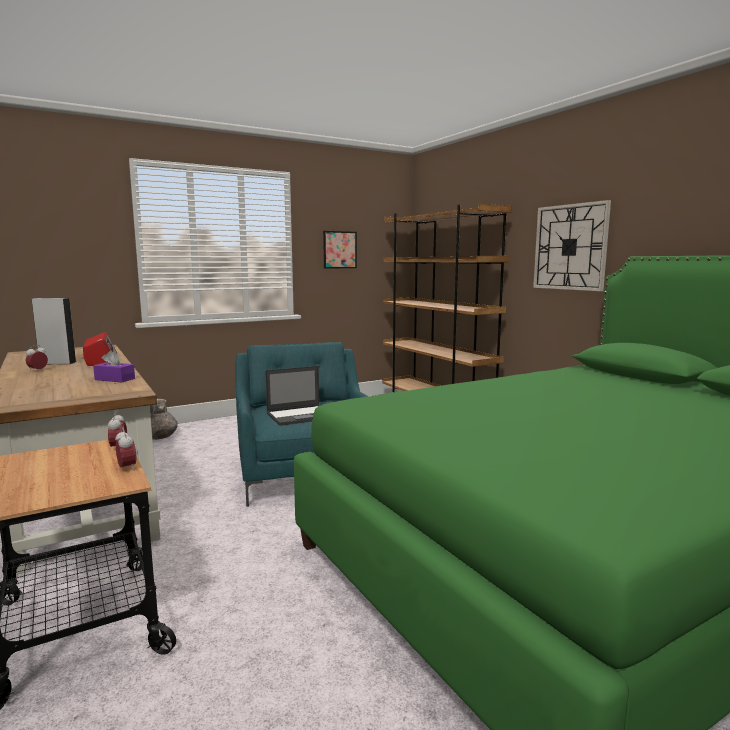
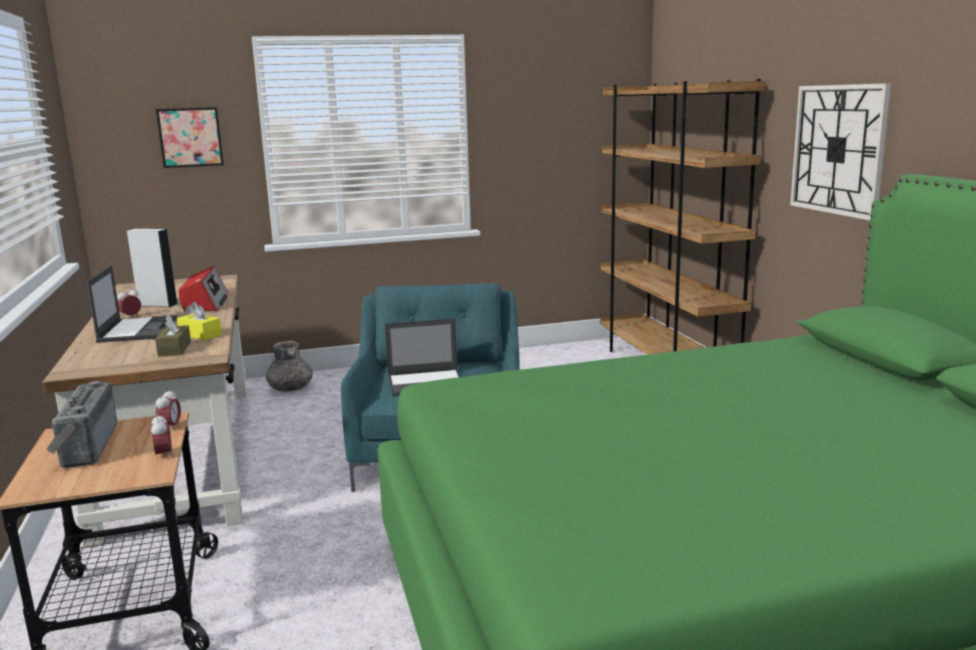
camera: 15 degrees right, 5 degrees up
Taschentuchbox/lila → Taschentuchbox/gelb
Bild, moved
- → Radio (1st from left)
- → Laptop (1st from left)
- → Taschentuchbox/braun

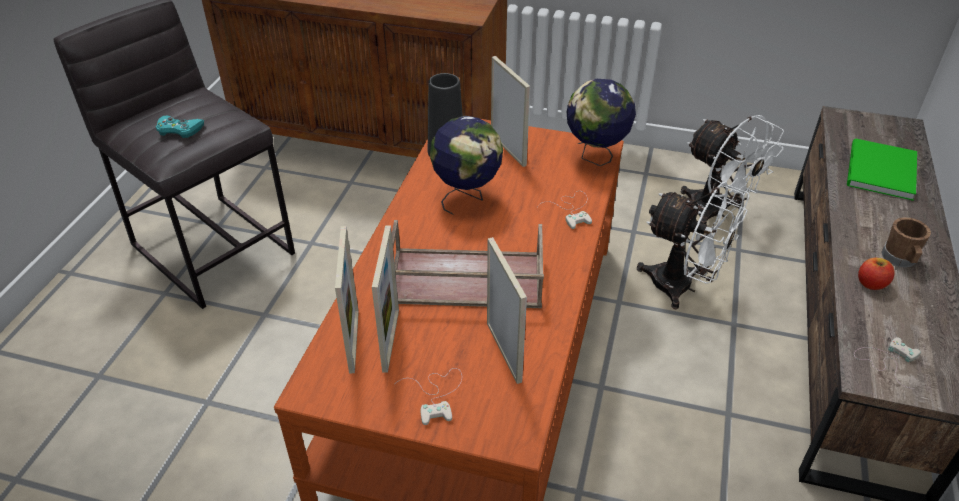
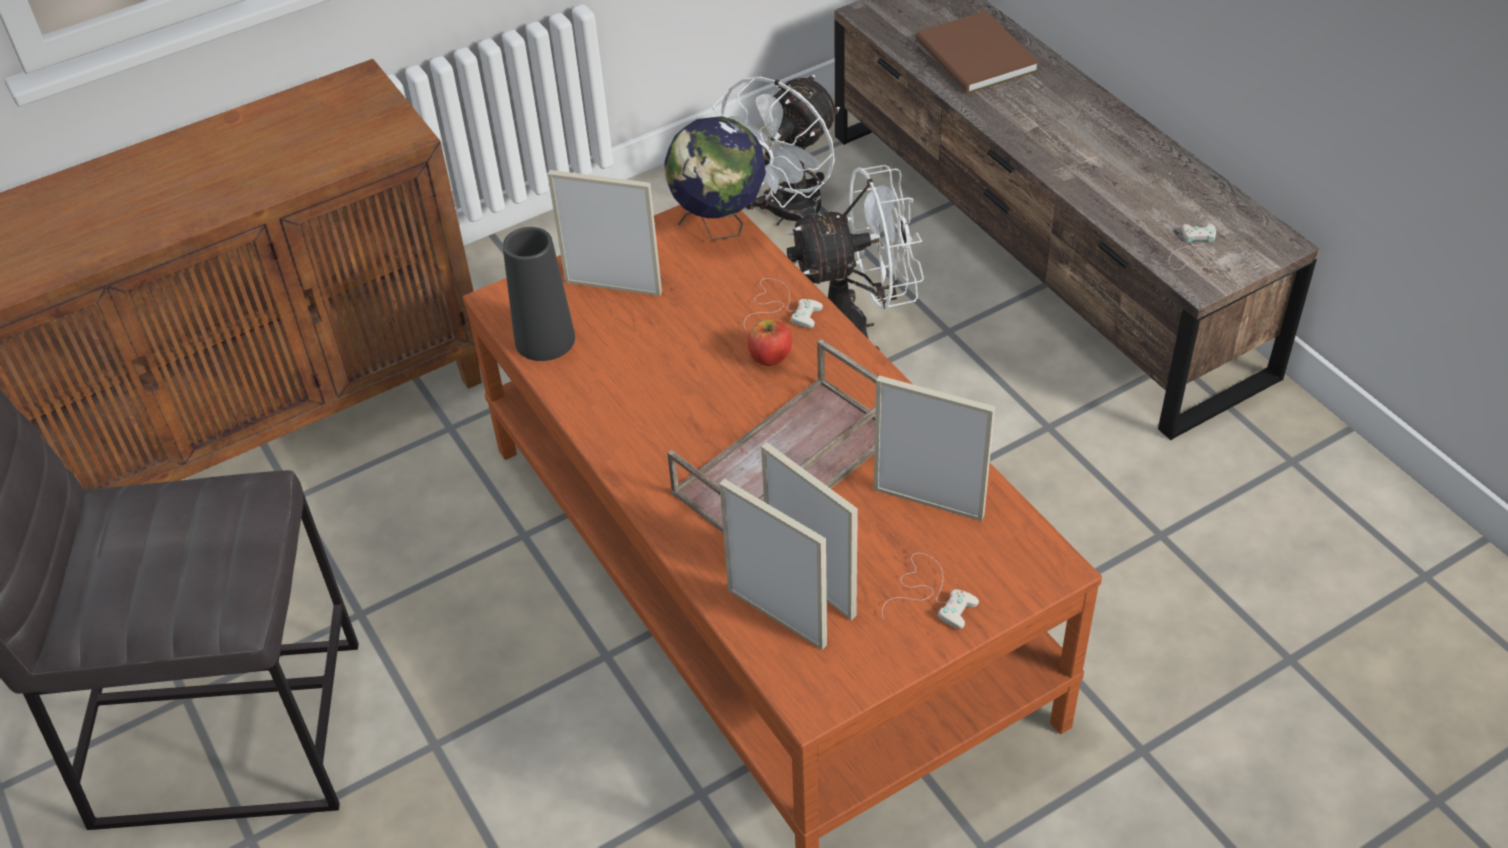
camera: 45 degrees left, 5 degrees up
Gamepad/türkis → -
Globus (1st from left) → -
Ventilator/weiß (2nd from left in the first image) → Ventilator/weiß (1st from left), 120 degrees clockwise
Buch/grün → Buch/braun
Apfel, moved
Henkelbecher/braun → -

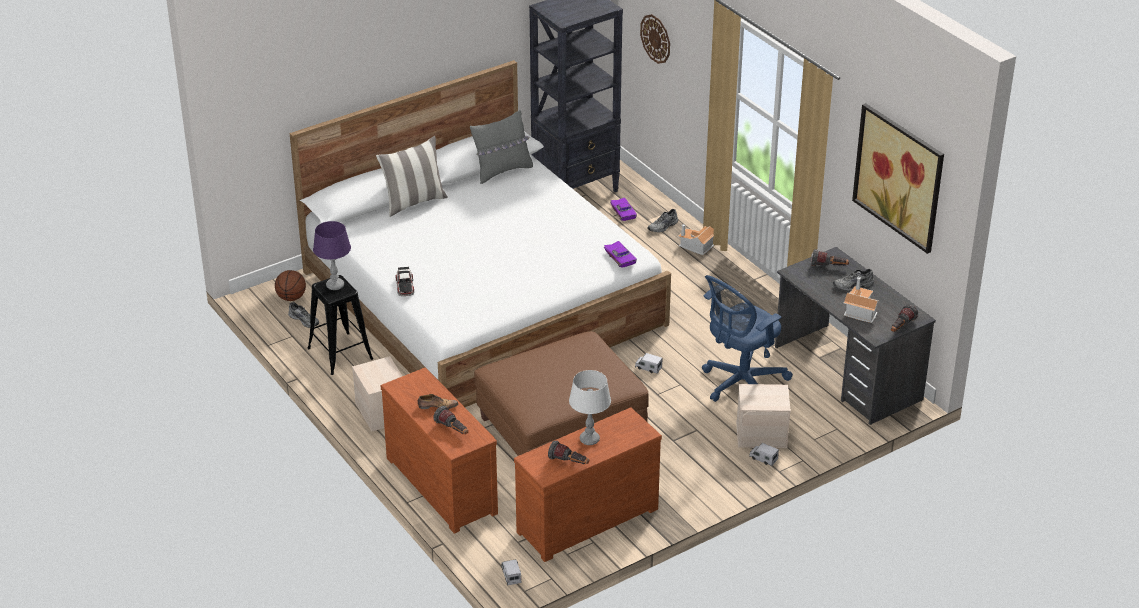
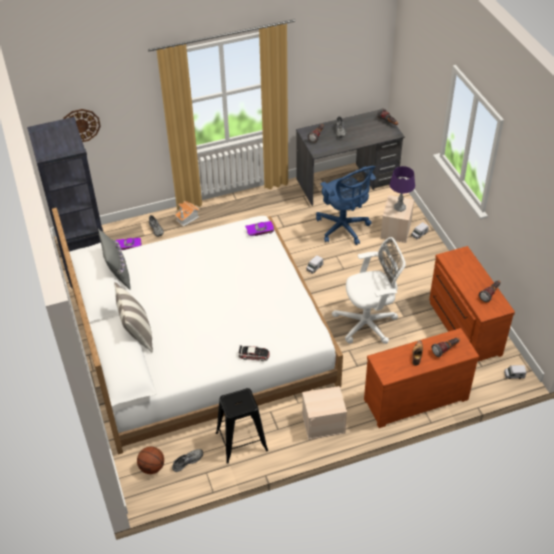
camera: 75 degrees left, 10 degrees up
Tischlampe/lila, moved
Polsterhocker/braun → Bürostuhl/weiß
Tischlampe/grau → -
Spielzeughaus (2nd from left) → -
Bild → -

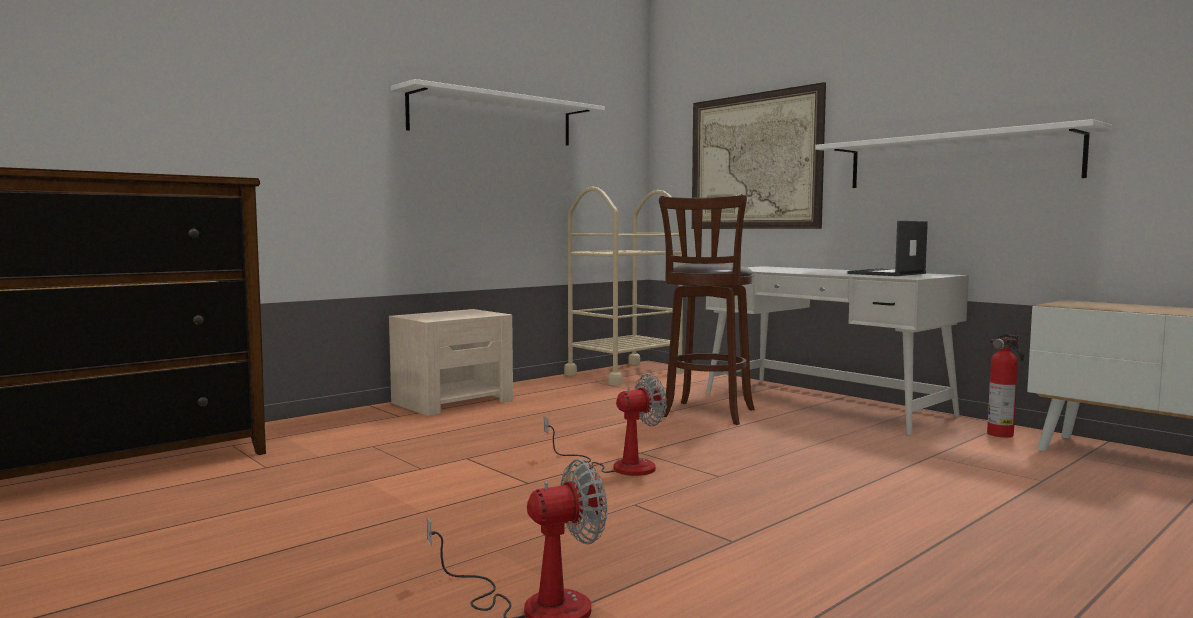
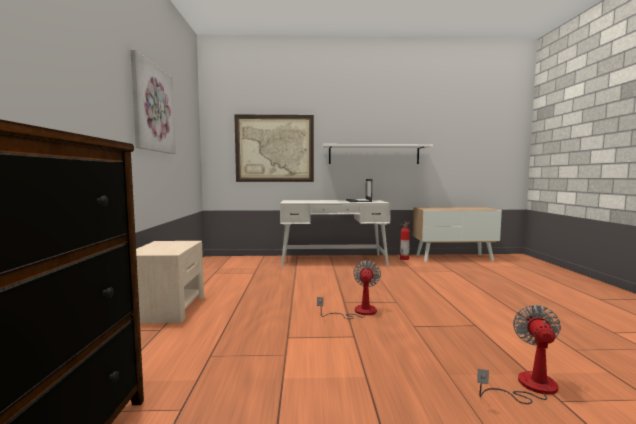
camera: 50 degrees left, 0 degrees up
Wandregal/weiß (1st from left) → Bild (1st from left)
Rollwagen/beige → -
Hocker/braun → -

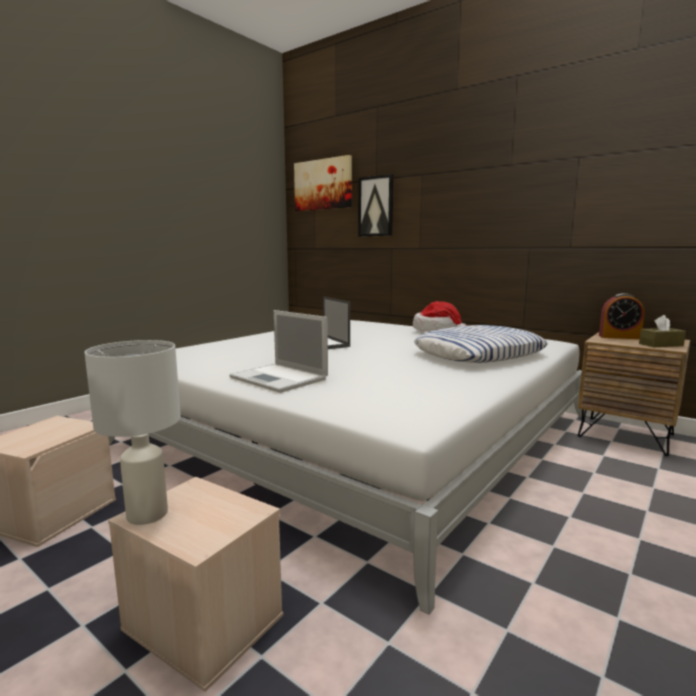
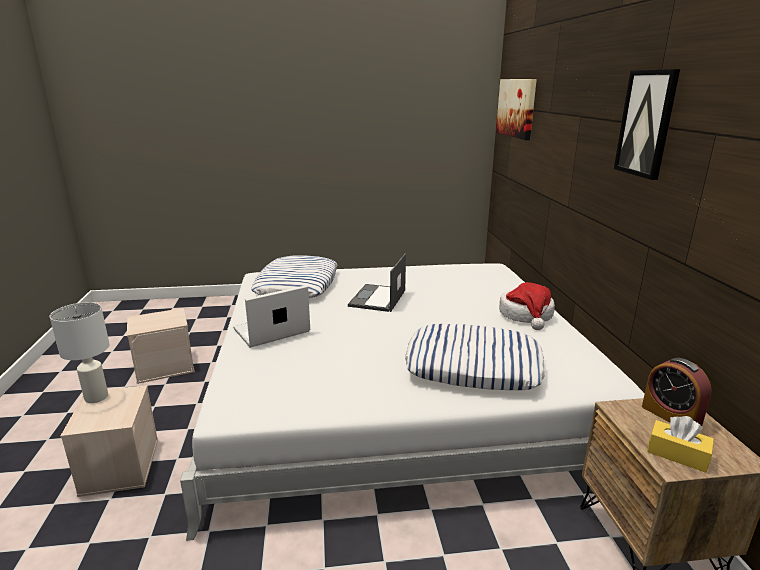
camera: 45 degrees right, 10 degrees up
Laptop (1st from left), 60 degrees clockwise
Bild (2nd from left), moved
Taschentuchbox/braun → Taschentuchbox/gelb
- → Kissen (1st from left)

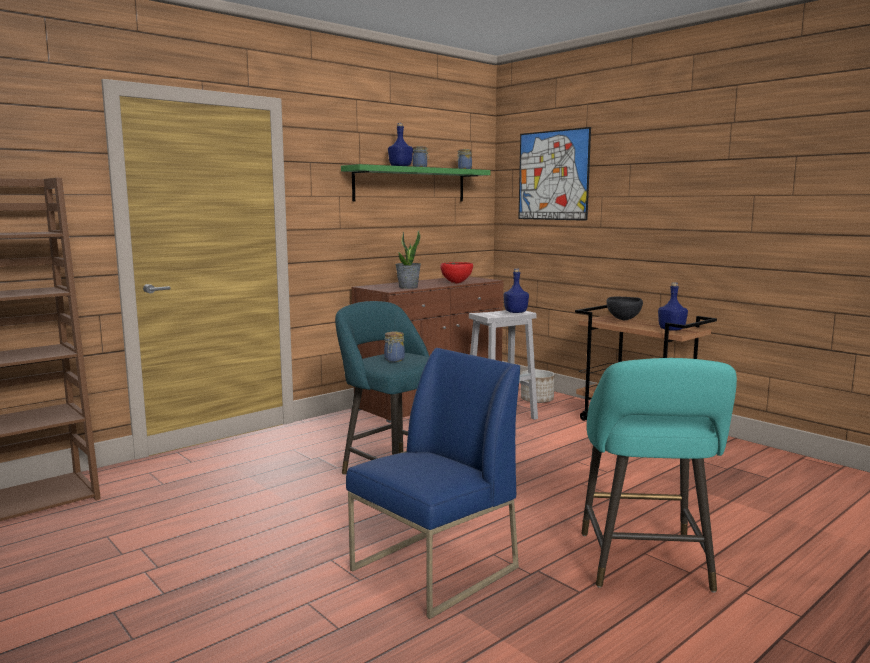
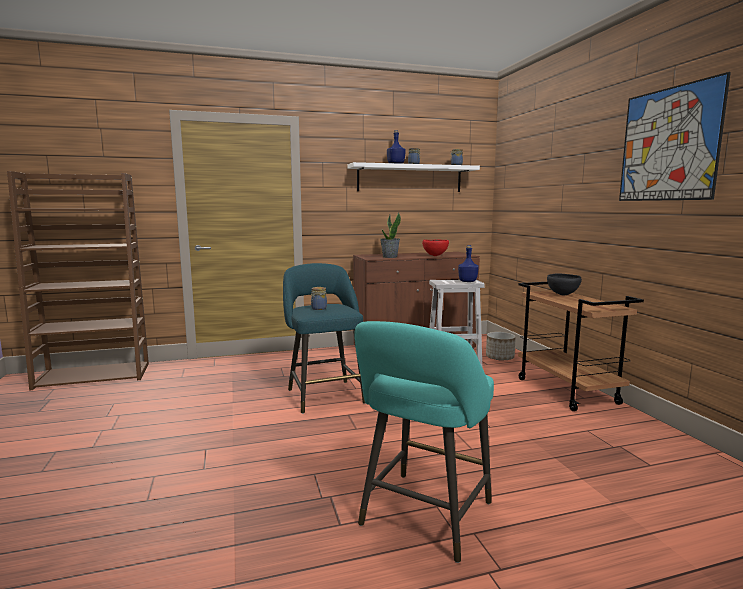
camera: 25 degrees right, 0 degrees up
Wandregal/grün → Wandregal/weiß
Stuhl/blau → -
Bild, moved
Flasche/blau (3rd from left) → -

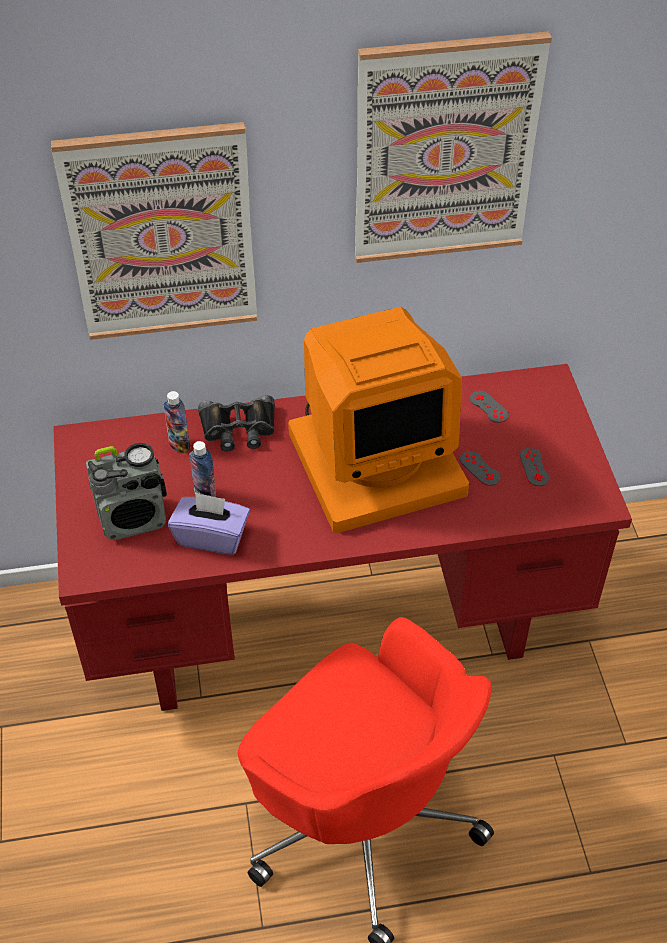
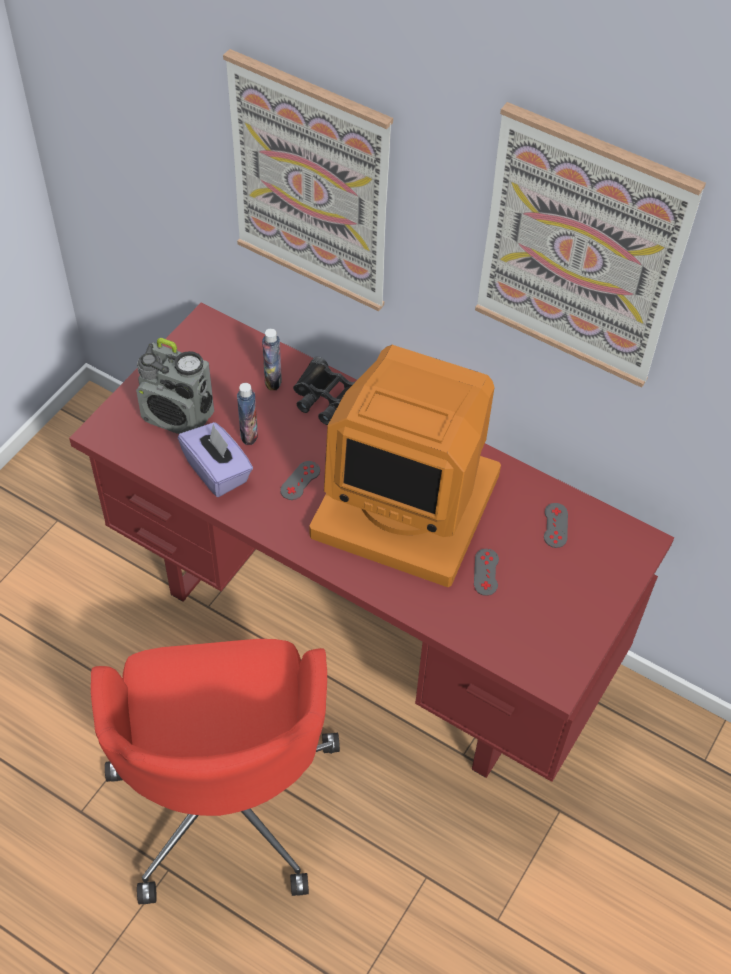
camera: 40 degrees right, 5 degrees up
Gamepad/grau (3rd from left in the first image) → Gamepad/grau (1st from left), moved

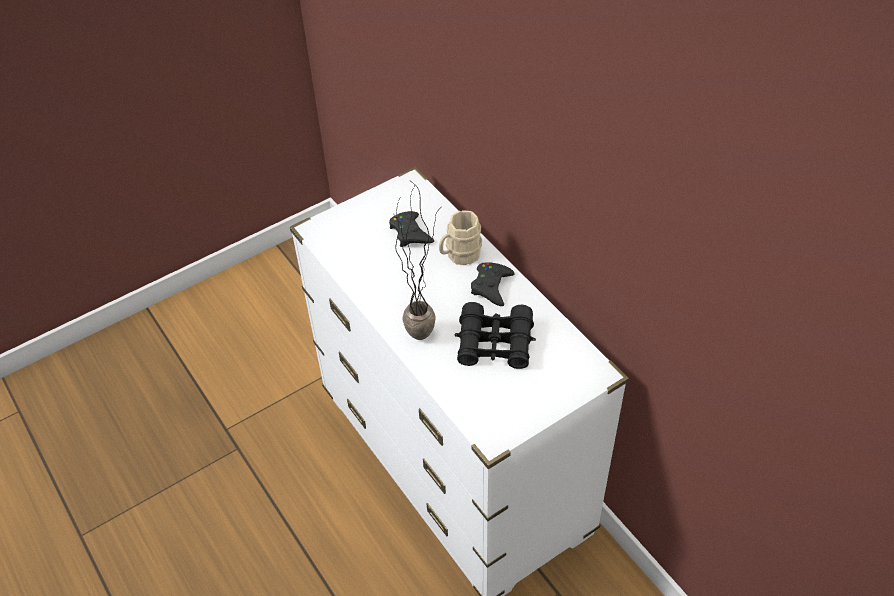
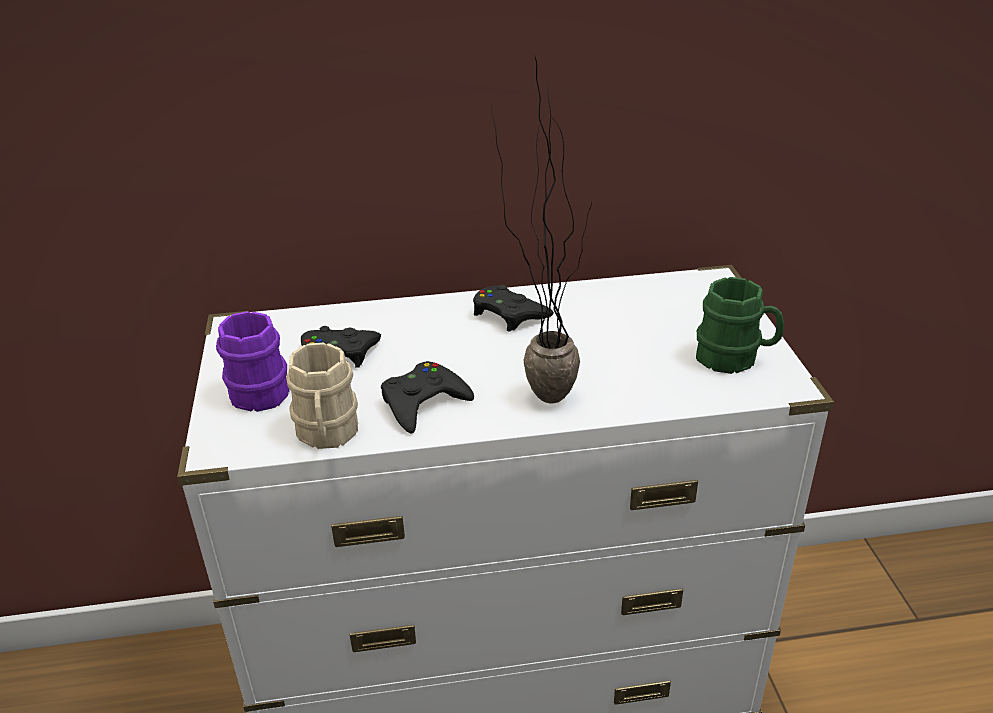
camera: 65 degrees left, 15 degrees down
Henkelbecher/beige, moved
Fernglas/schwarz → -
- → Henkelbecher/lila
- → Gamepad/schwarz (2nd from left)
- → Henkelbecher/grün

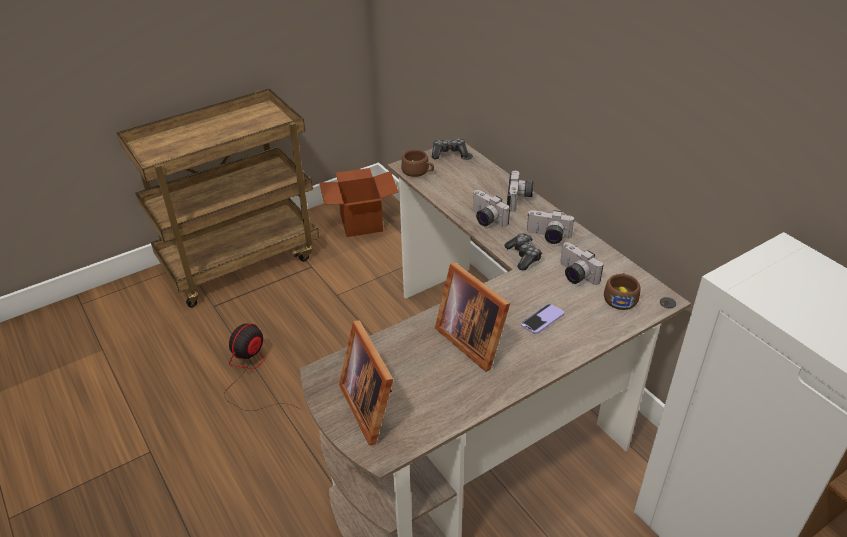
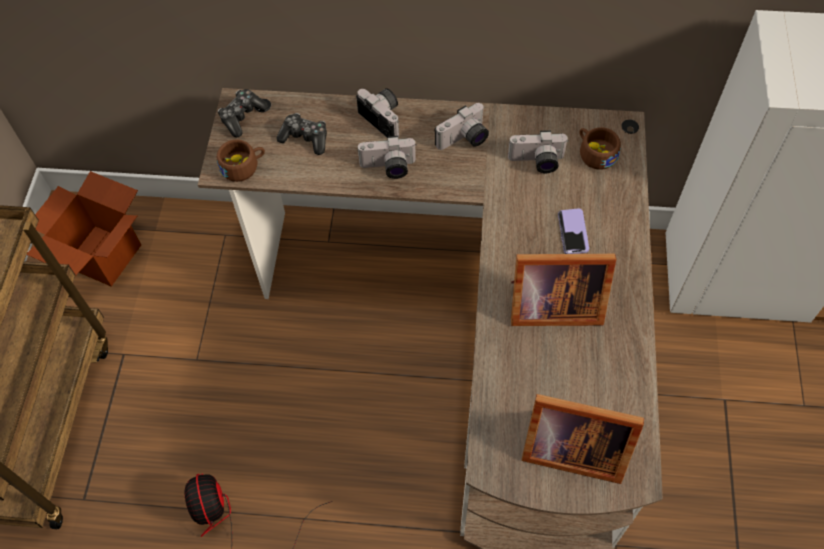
camera: 50 degrees left, 20 degrees up
Gamepad (2nd from left), moved

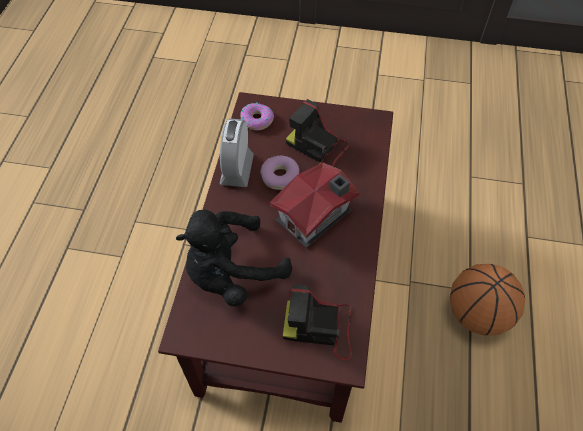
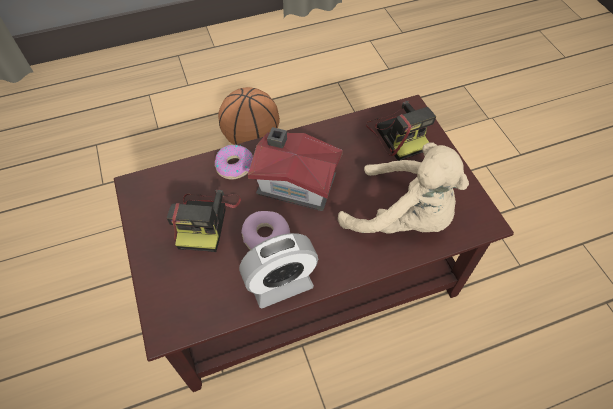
camera: 120 degrees left, 0 degrees up
Plüschtier/schwarz → Plüschtier/beige
Donut (1st from left), moved

